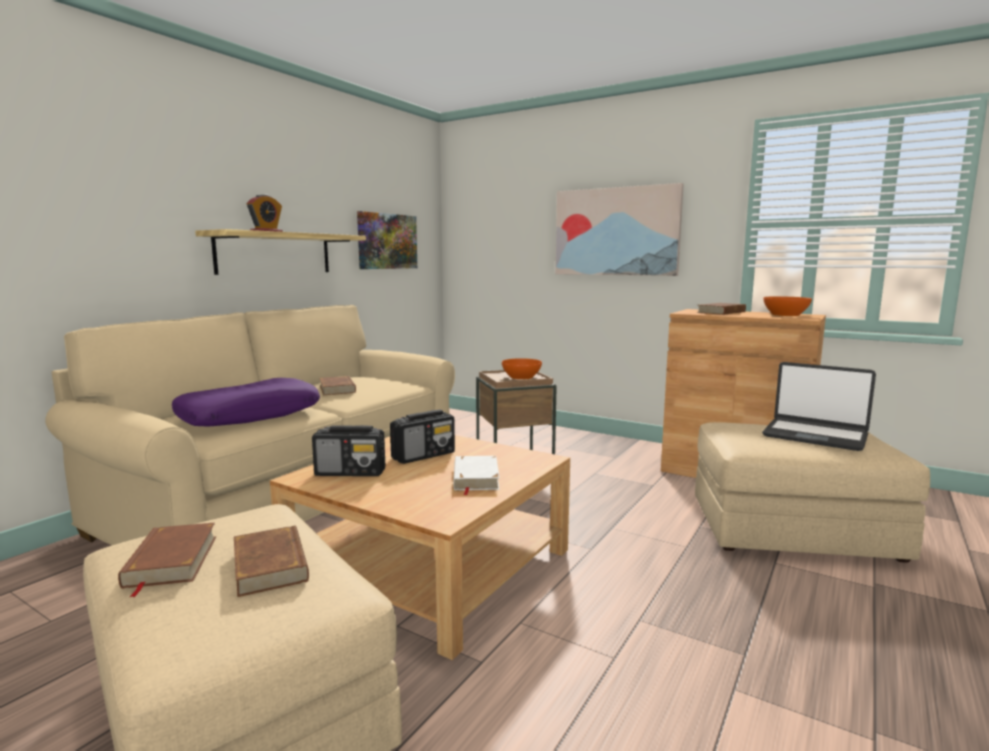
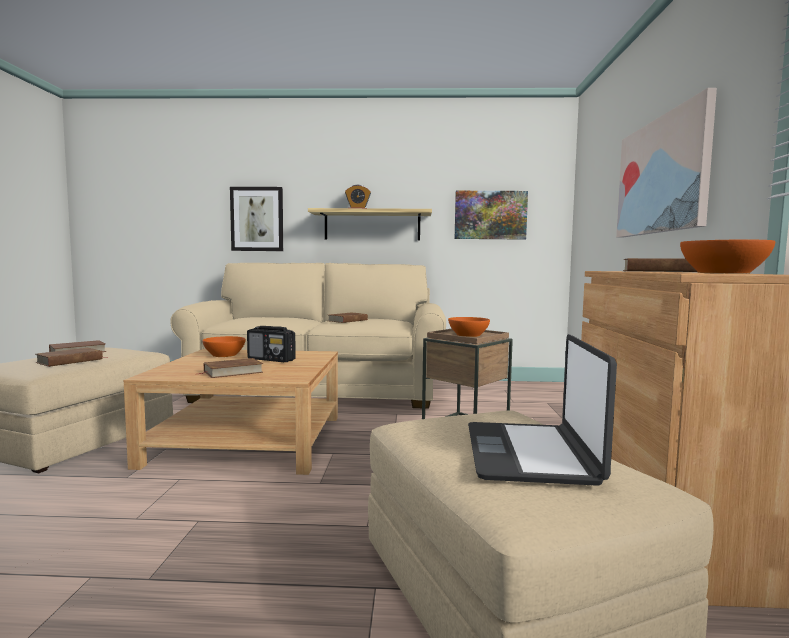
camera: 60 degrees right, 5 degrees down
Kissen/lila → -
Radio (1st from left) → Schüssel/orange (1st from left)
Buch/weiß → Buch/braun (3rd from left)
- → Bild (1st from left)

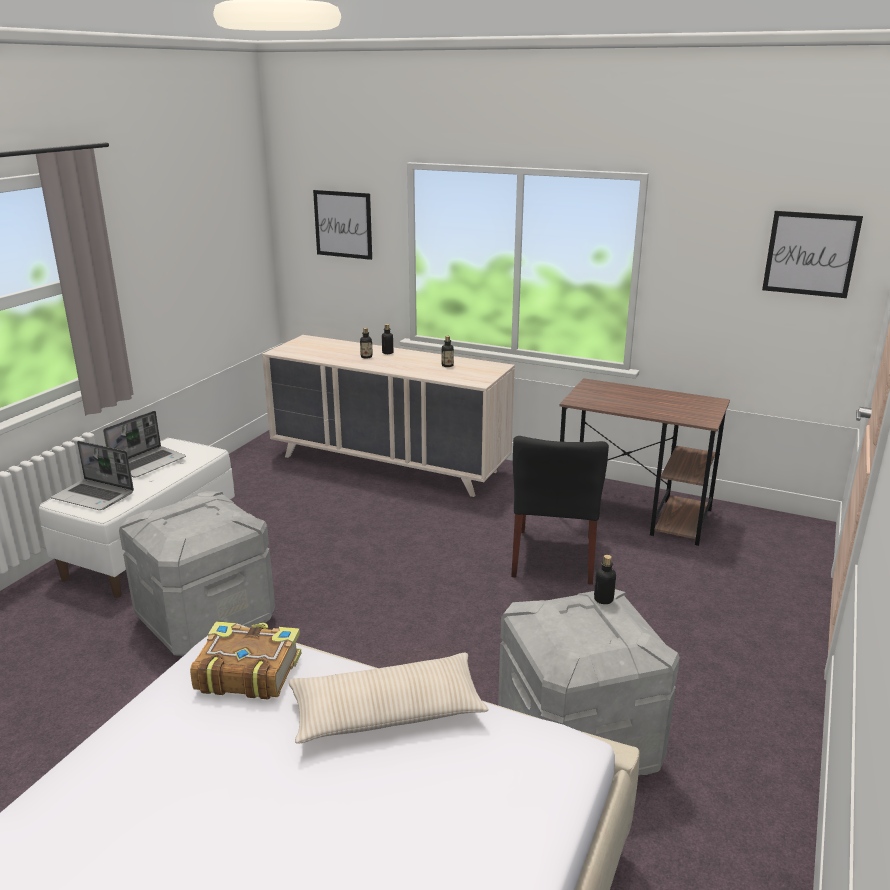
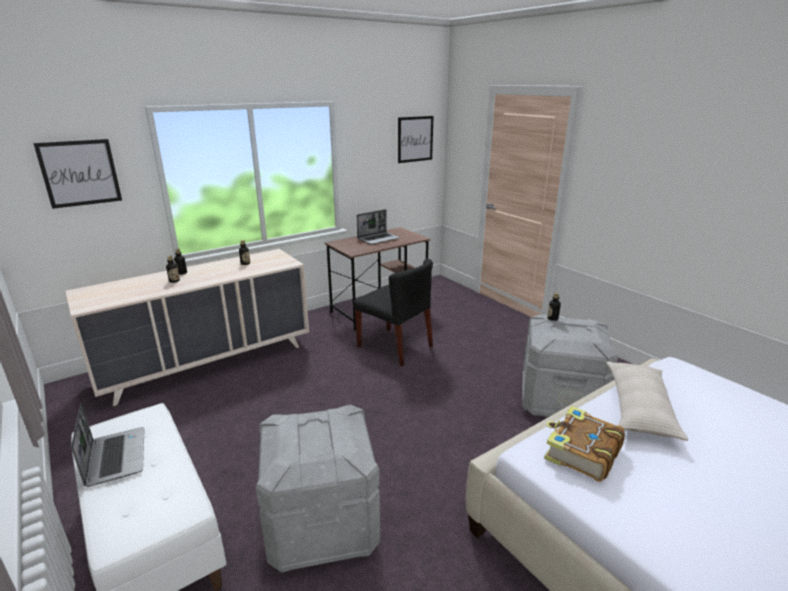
camera: 60 degrees left, 0 degrees up
Laptop (1st from left in the first image) → Laptop (2nd from left), moved

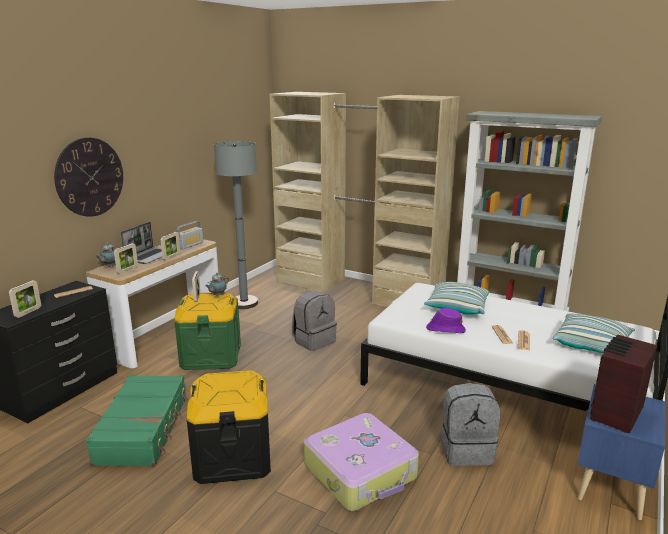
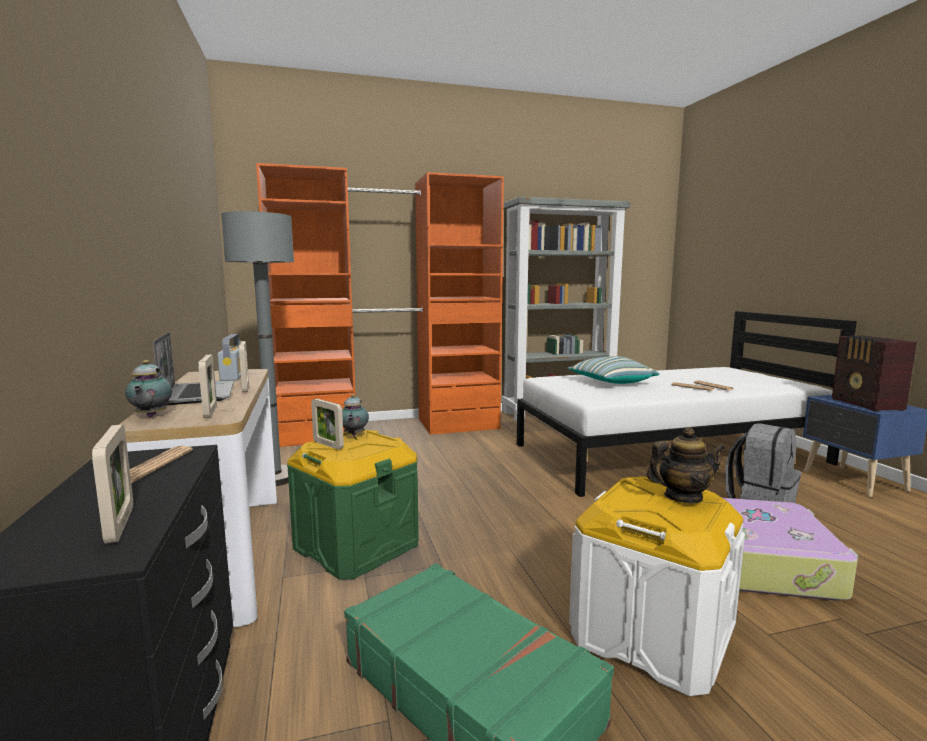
camera: 45 degrees left, 10 degrees down
Wanduhr → -
Aufbewahrungsbox/schwarz → Aufbewahrungsbox/weiß
Kleiderschrank/beige → Kleiderschrank/orange
Rucksack/grau (1st from left) → -
Hut/lila → -
Kissen (2nd from left) → -
- → Teekanne (3rd from left)

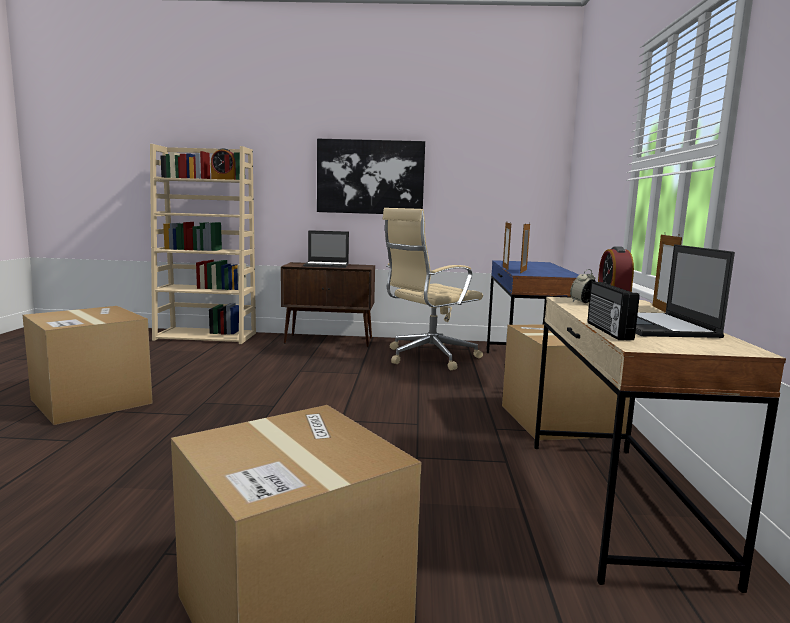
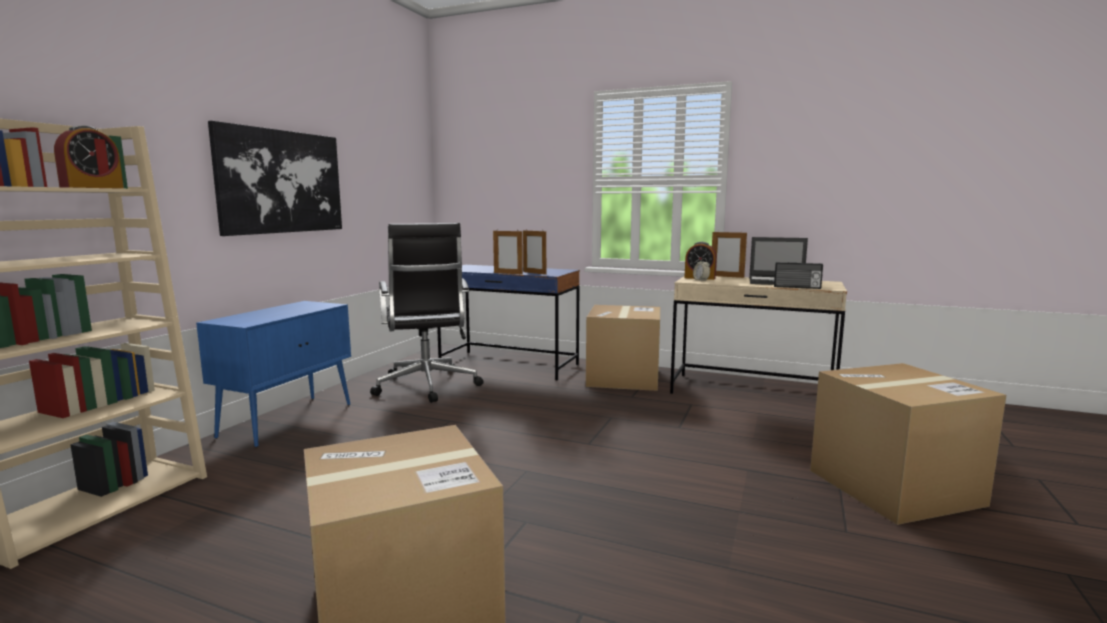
camera: 70 degrees left, 0 degrees up
Schrank/braun → Schrank/blau
Laptop (1st from left) → -
Bürostuhl/beige → Bürostuhl/schwarz

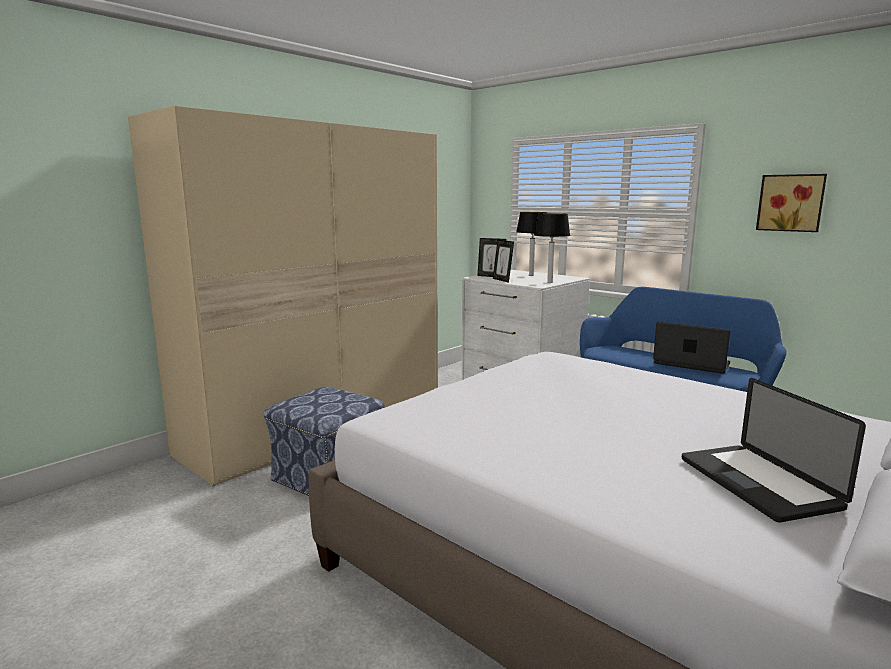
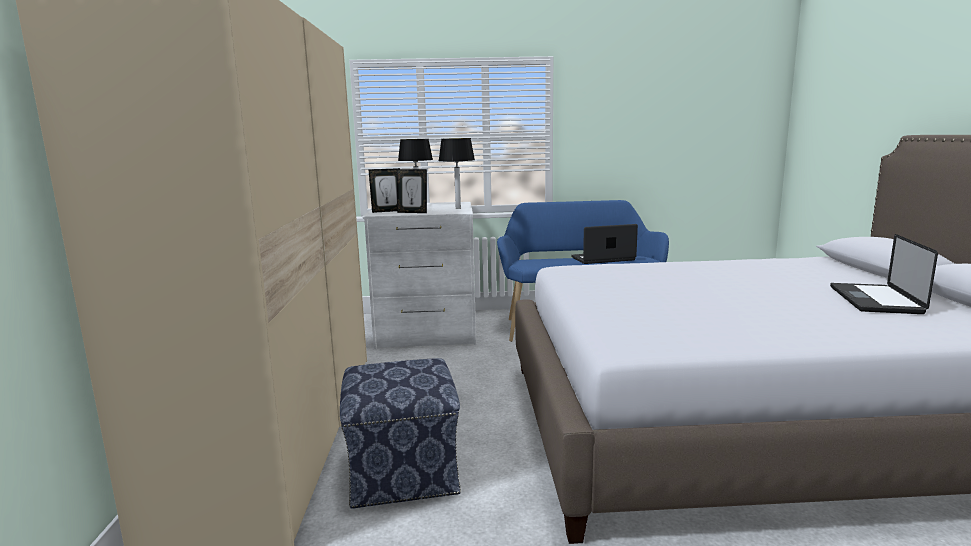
camera: 45 degrees left, 0 degrees up
Laptop (2nd from left), 75 degrees clockwise
Bild → -

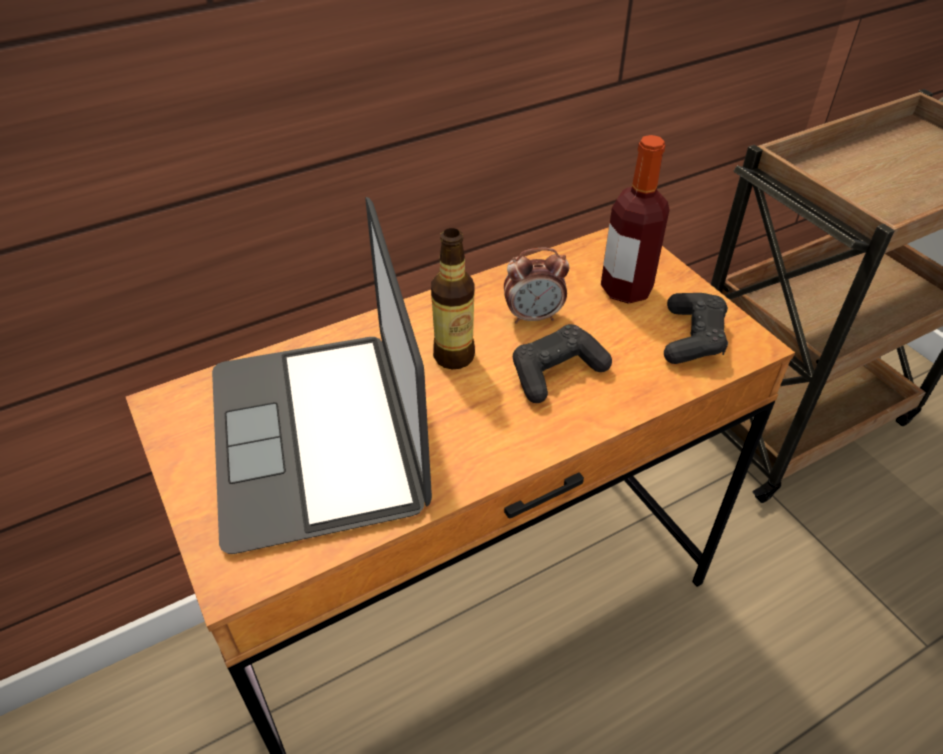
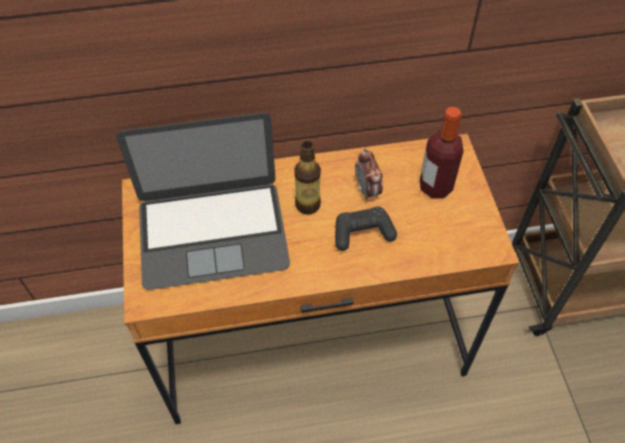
camera: 20 degrees right, 10 degrees up
Laptop, 105 degrees counterclockwise
Wecker, 60 degrees clockwise
Gamepad/schwarz (2nd from left) → -

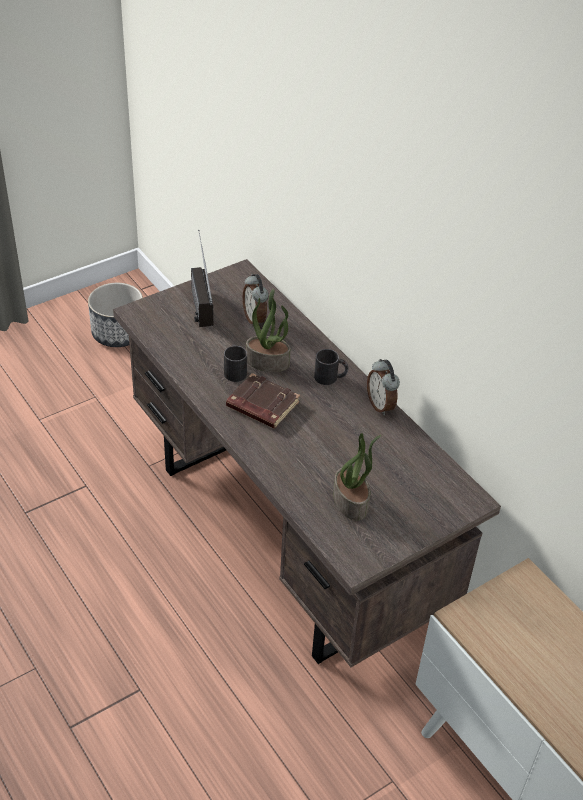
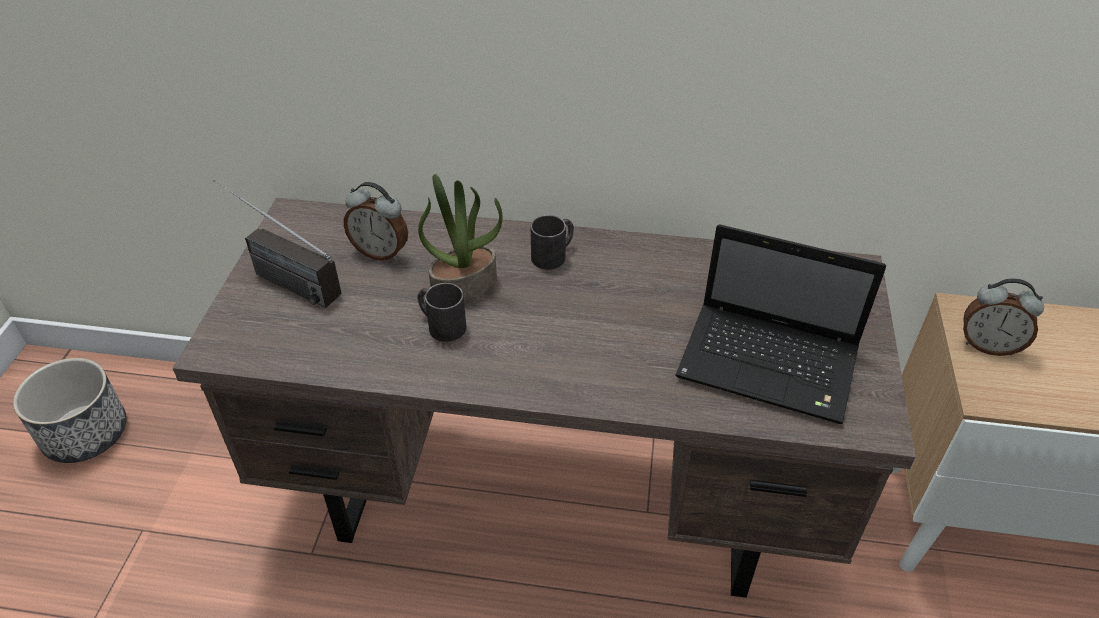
camera: 45 degrees left, 0 degrees up
Buch/braun → -
Topfpflanze (2nd from left) → Laptop
Wecker (2nd from left), moved

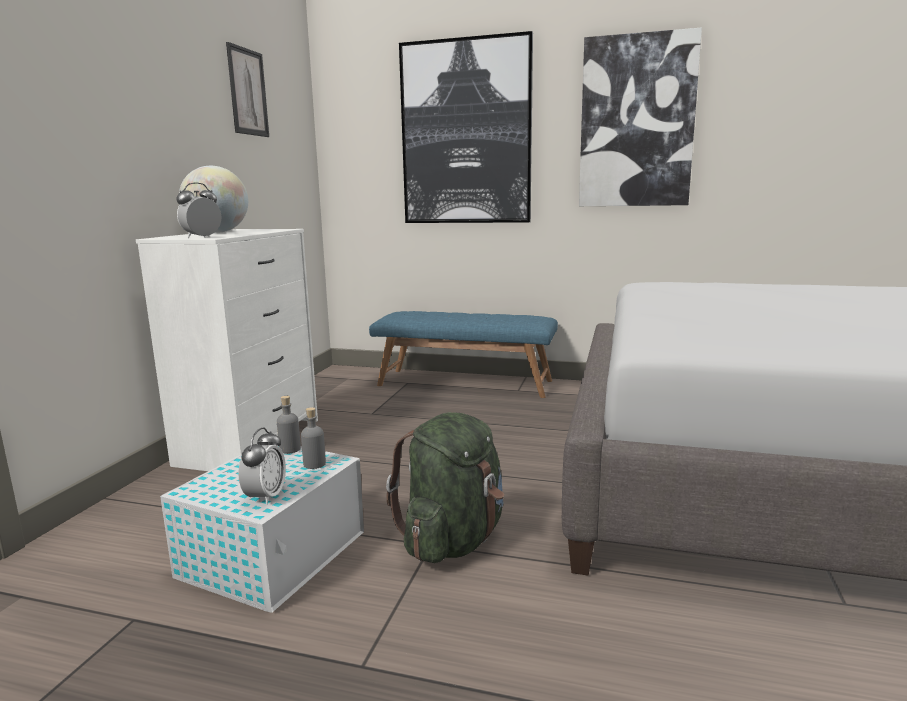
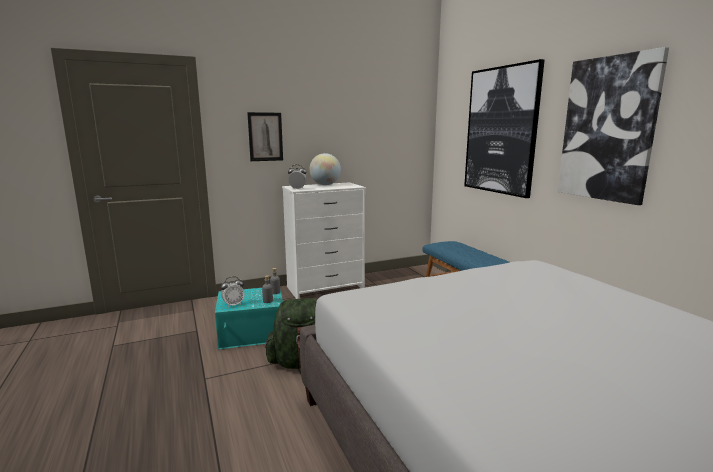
camera: 50 degrees right, 0 degrees up
Aufbewahrungsbox/weiß → Aufbewahrungsbox/türkis
Bild (1st from left), moved

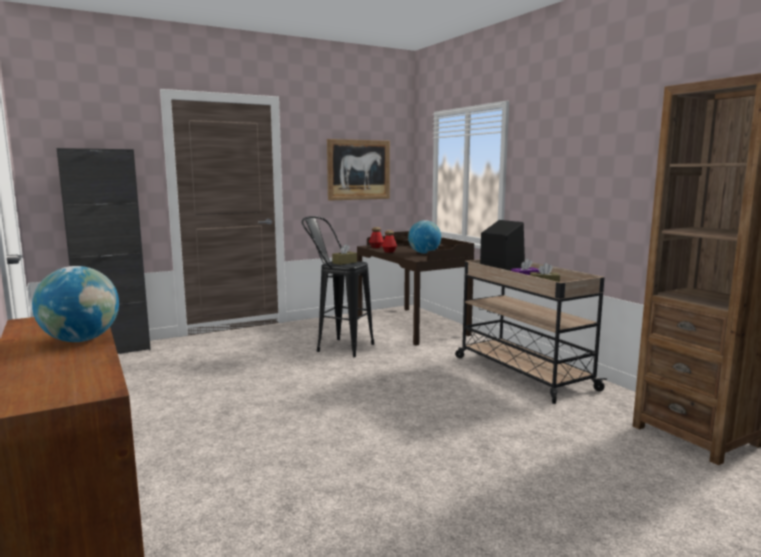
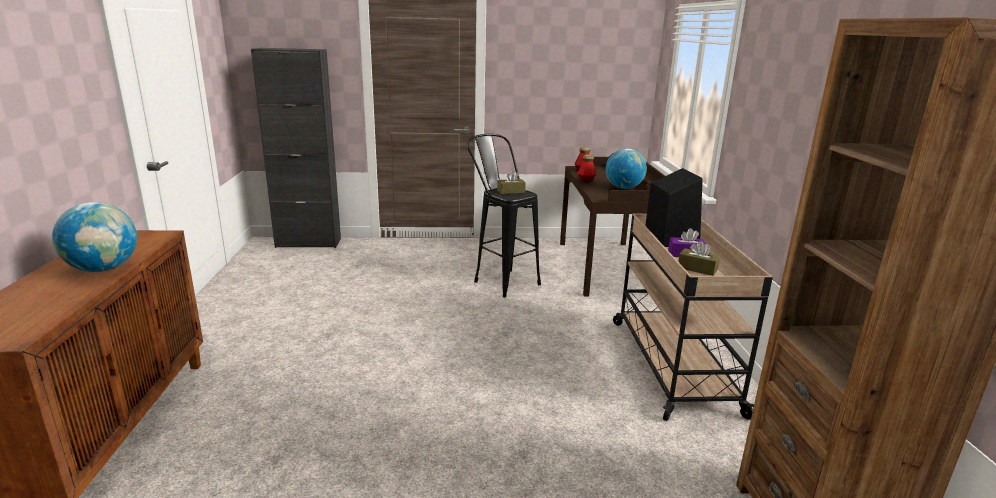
camera: 25 degrees right, 10 degrees up
Bild → -

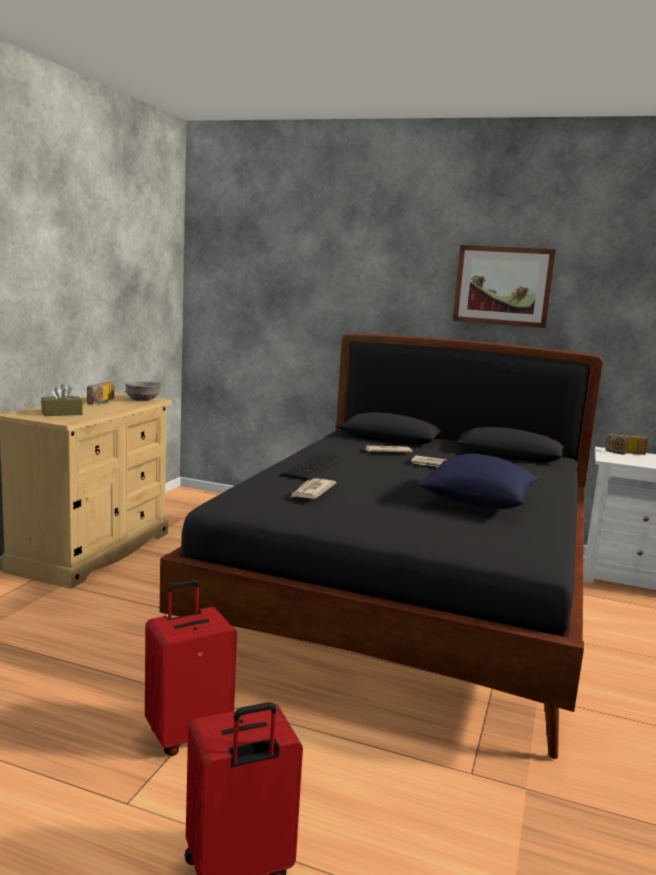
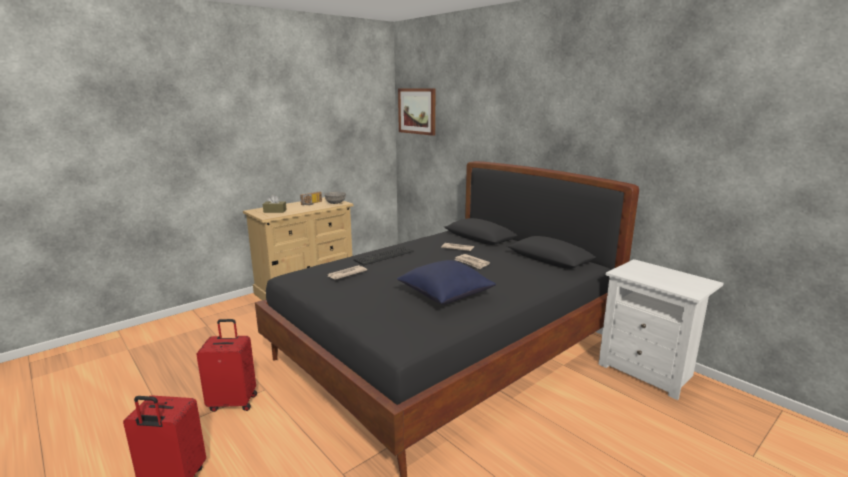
camera: 30 degrees right, 5 degrees up
Bild, moved
Radio (2nd from left) → -

